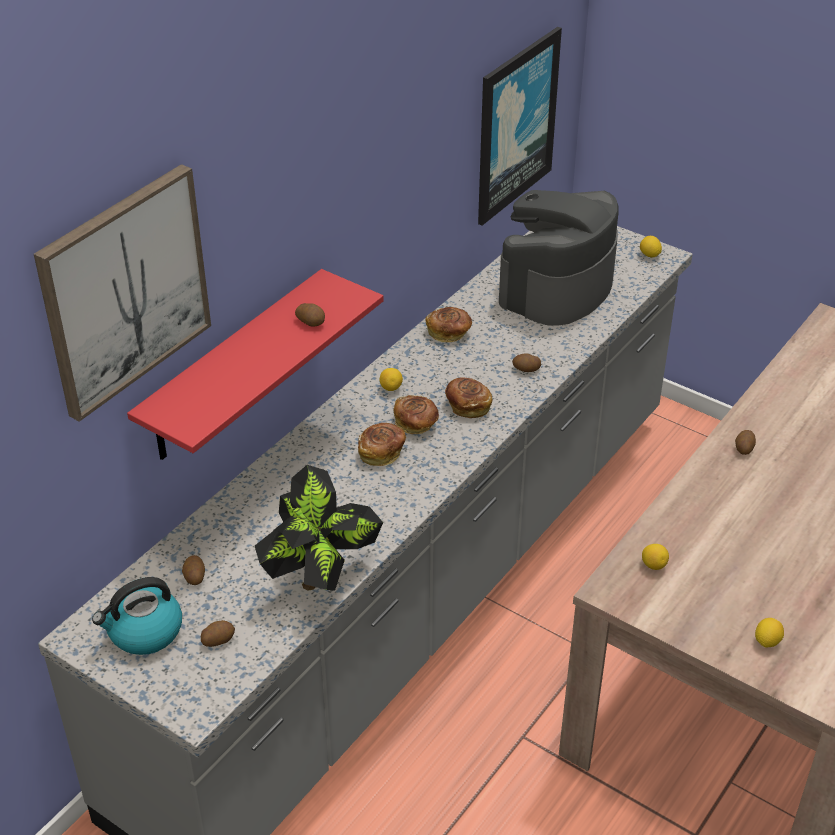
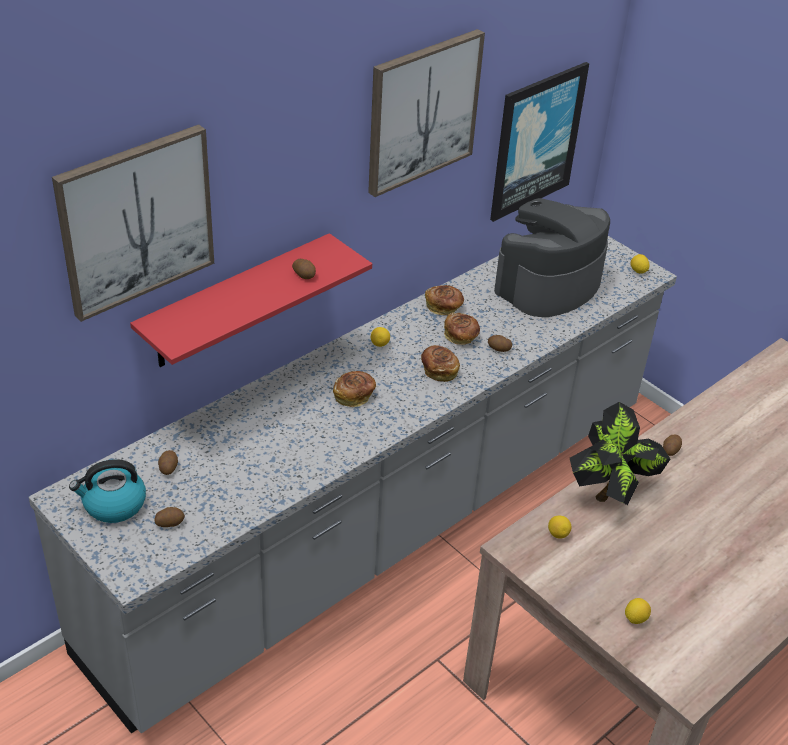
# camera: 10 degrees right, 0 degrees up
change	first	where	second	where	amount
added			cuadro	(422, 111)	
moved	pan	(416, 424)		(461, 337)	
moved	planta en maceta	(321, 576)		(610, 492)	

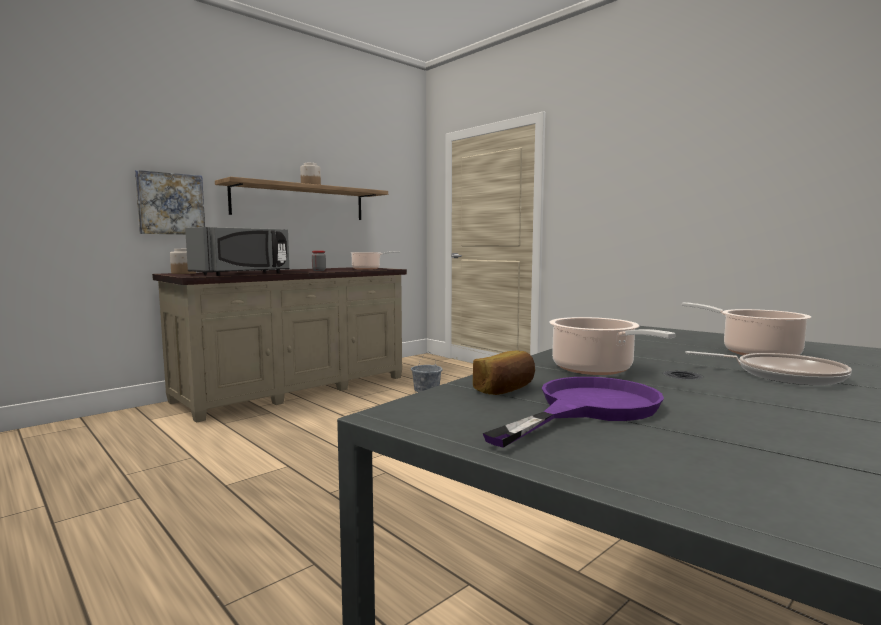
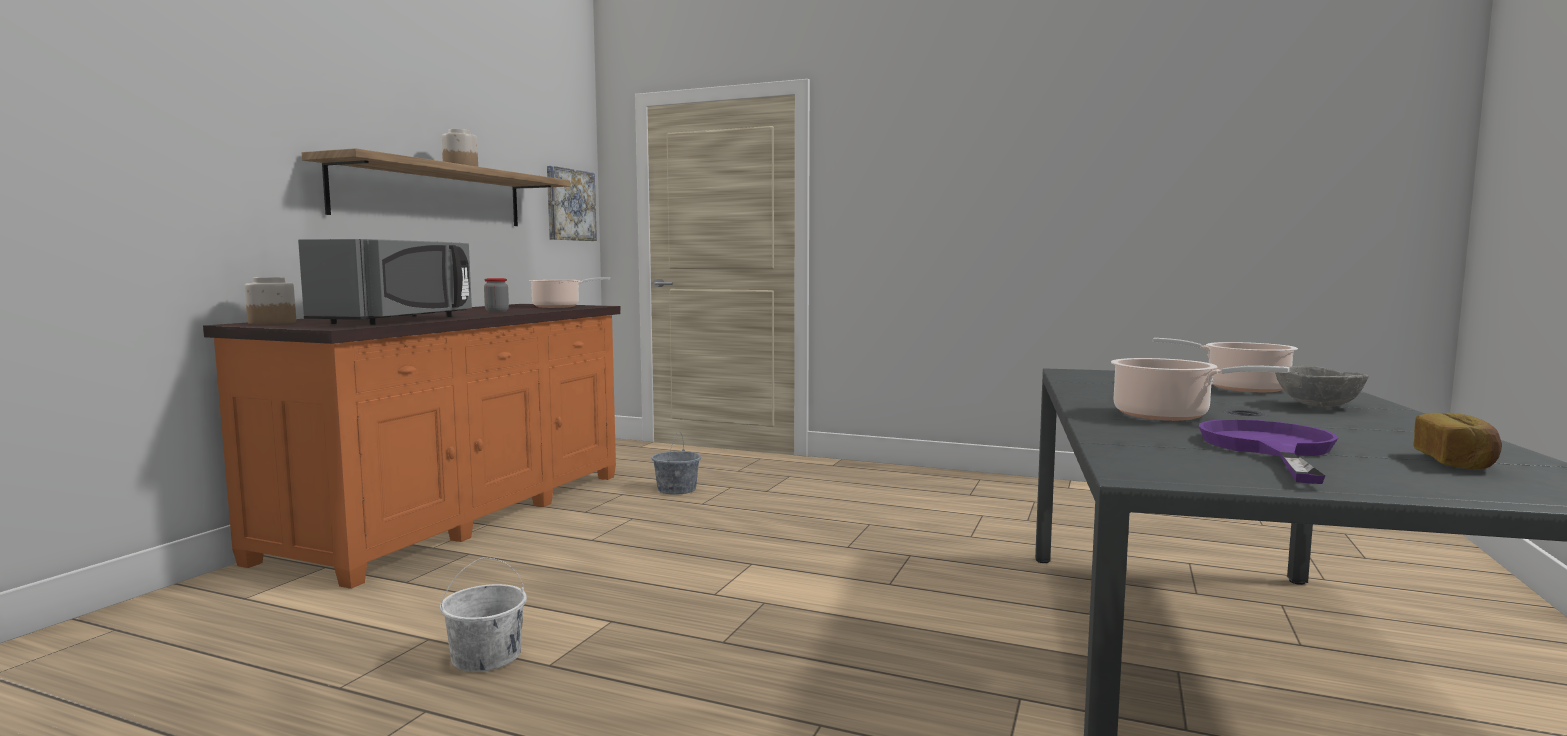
# camera: 25 degrees left, 0 degrees up
change	first	where	second	where	amount
recoloured	armario (beis)	(296, 389)	armario (naranja)	(460, 513)	
added			cubo (blanco)	(487, 657)	
moved	cuadro	(170, 204)		(570, 205)	
replaced	sartén	(783, 375)	cuenco (gris)	(1316, 406)	
moved	pan	(505, 389)		(1456, 462)	

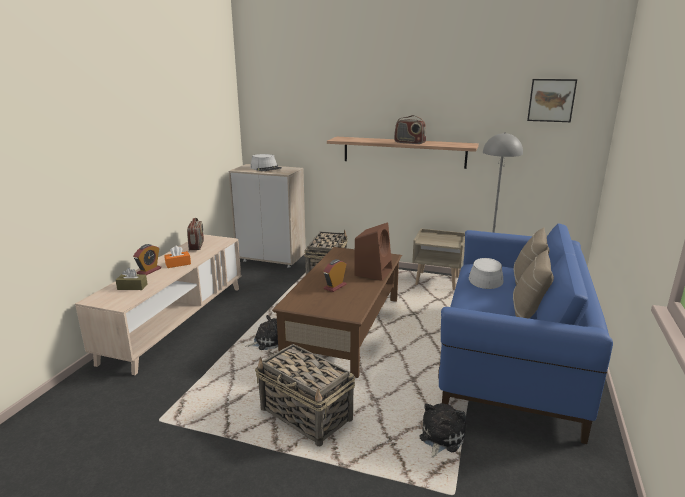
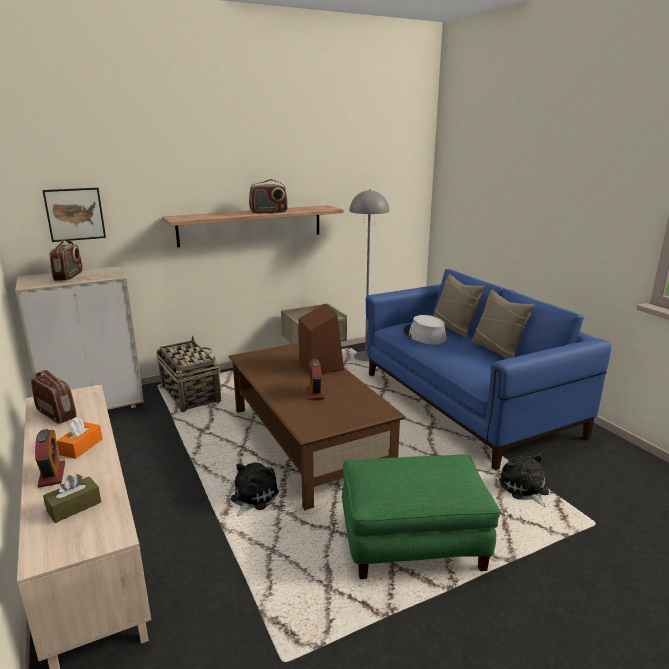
# camera: 45 degrees left, 0 degrees up
change	first	where	second	where	amount
moved	cuadro	(551, 100)		(75, 214)	
replaced	sombrero (gris)	(266, 168)	radio	(69, 276)	
replaced	cesta	(306, 415)	puf (verde)	(413, 541)	

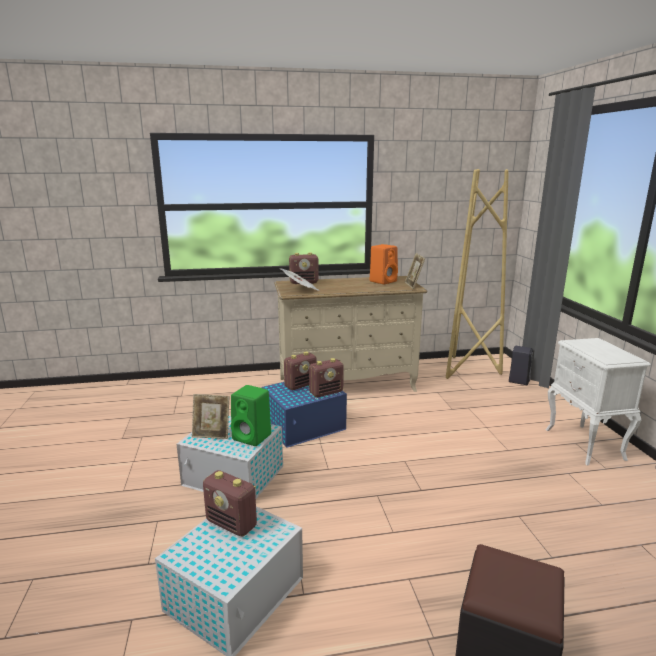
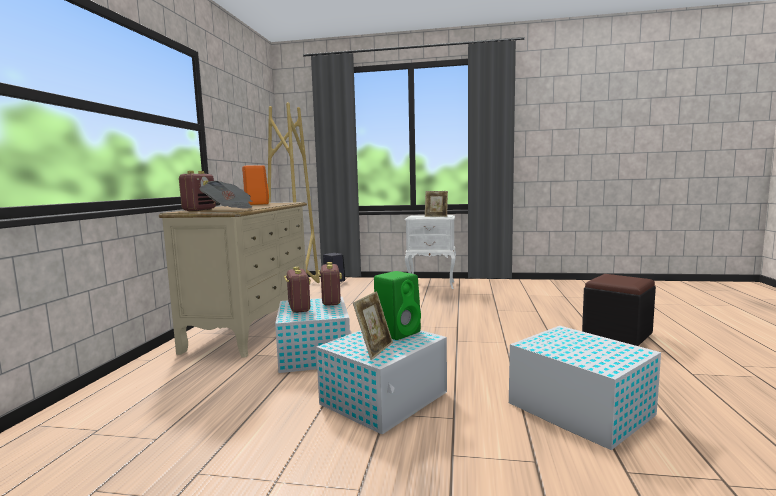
# camera: 70 degrees left, 10 degrees down
change	first	where	second	where	amount
recoloured	caja de almacenaje (azul)	(305, 426)	caja de almacenaje (blanco)	(314, 353)	
moved	portarretratos	(413, 285)		(436, 216)	
removed	radio	(232, 524)			

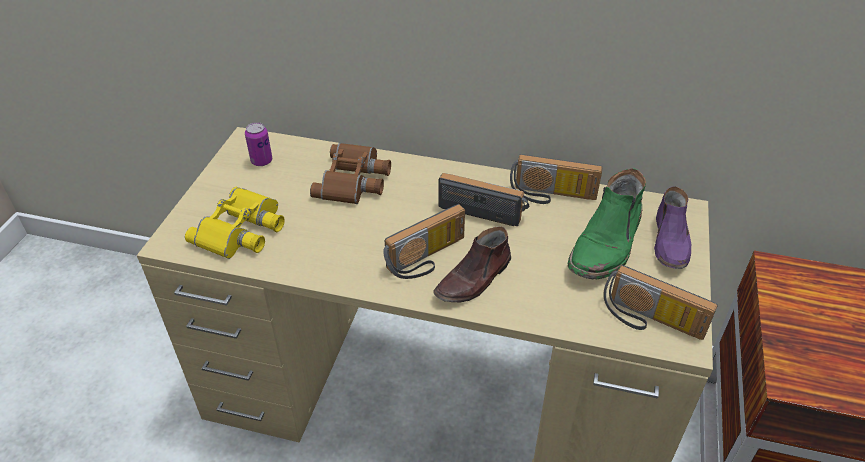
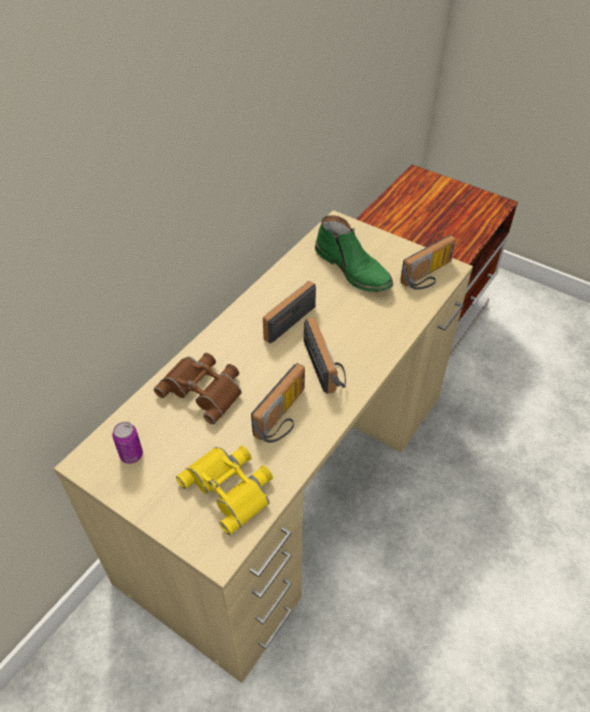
# camera: 70 degrees left, 5 degrees up
change	first	where	second	where	amount
moved	radio	(551, 196)		(284, 417)	
removed	zapato (marrón)	(474, 279)			
removed	zapato (morado)	(670, 242)			

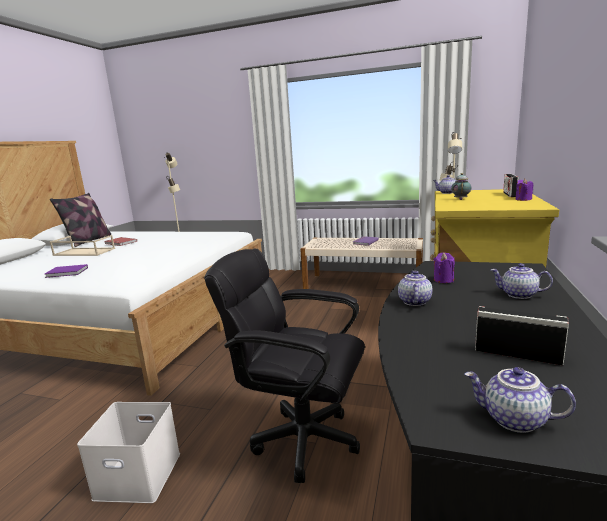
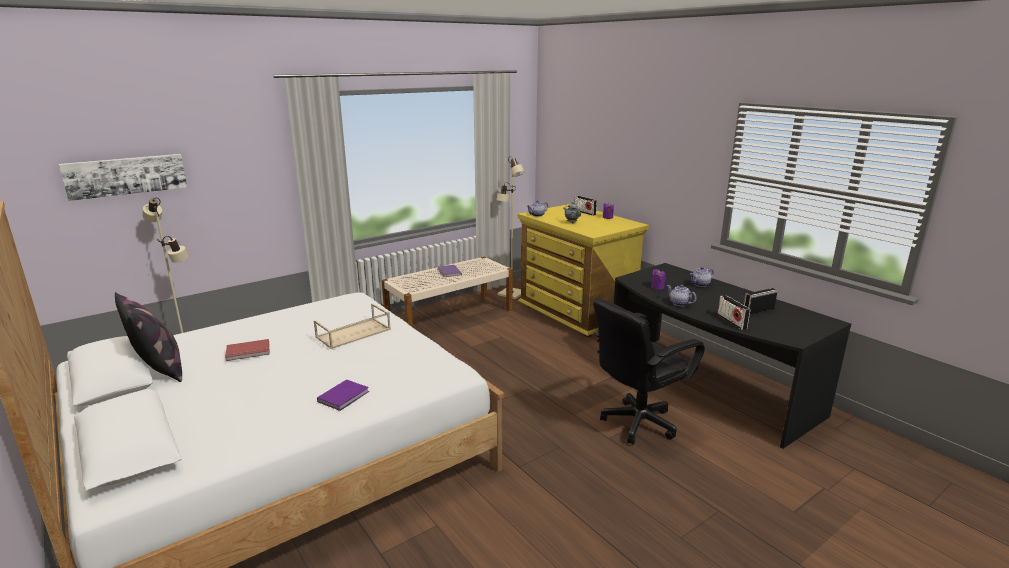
# camera: 55 degrees left, 5 degrees up
change	first	where	second	where	amount
added			cuadro	(126, 176)	
moved	bandeja (beis)	(83, 252)		(353, 333)	
added			radio	(732, 322)	
removed	caja de almacenaje (blanco)	(136, 476)			
removed	tetera	(513, 420)			

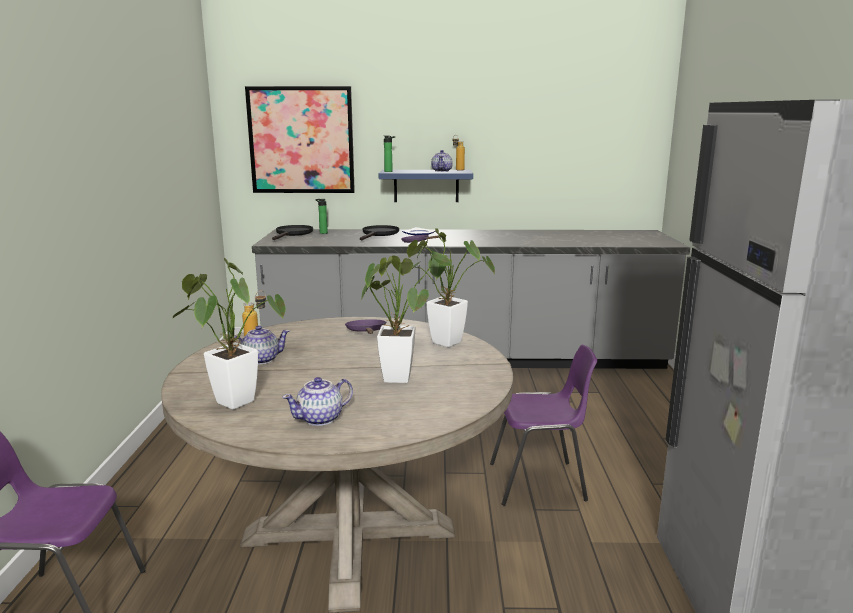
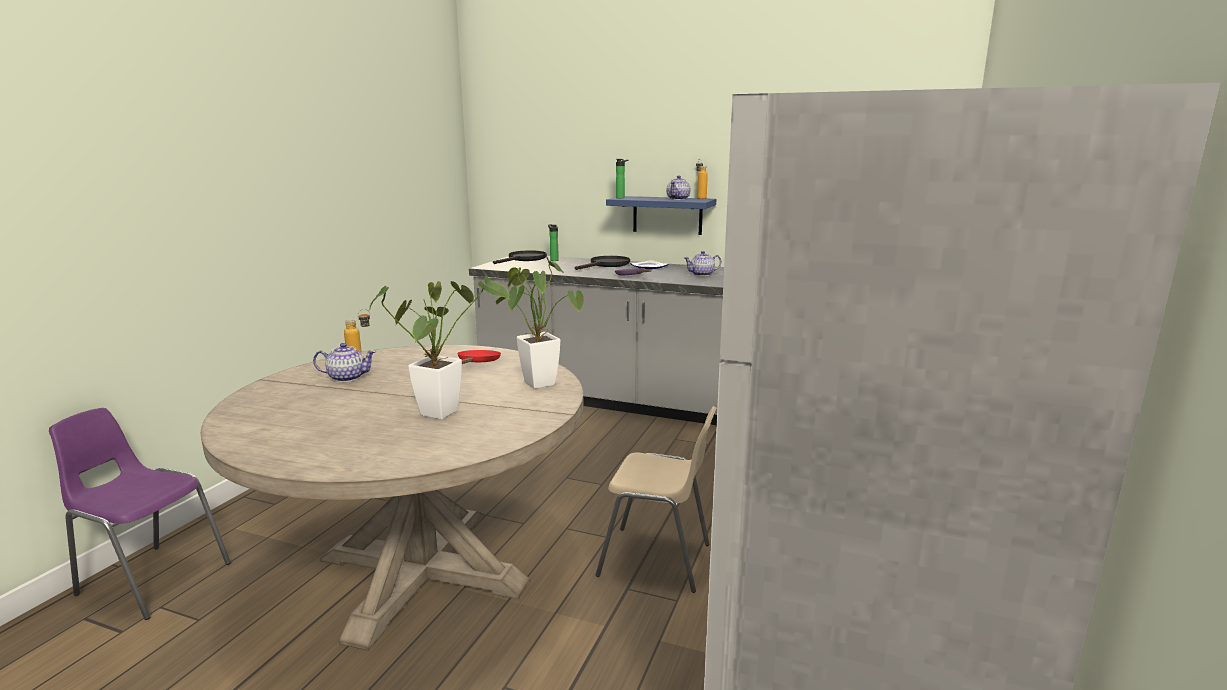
# camera: 20 degrees right, 0 degrees up
change	first	where	second	where	amount
recoloured	sartén (morado)	(366, 332)	sartén (rojo)	(478, 363)	
recoloured	silla (morado)	(539, 482)	silla (beis)	(658, 560)	
moved	tetera	(320, 419)		(702, 274)	
removed	planta en maceta	(230, 400)			
removed	cuadro	(301, 140)			

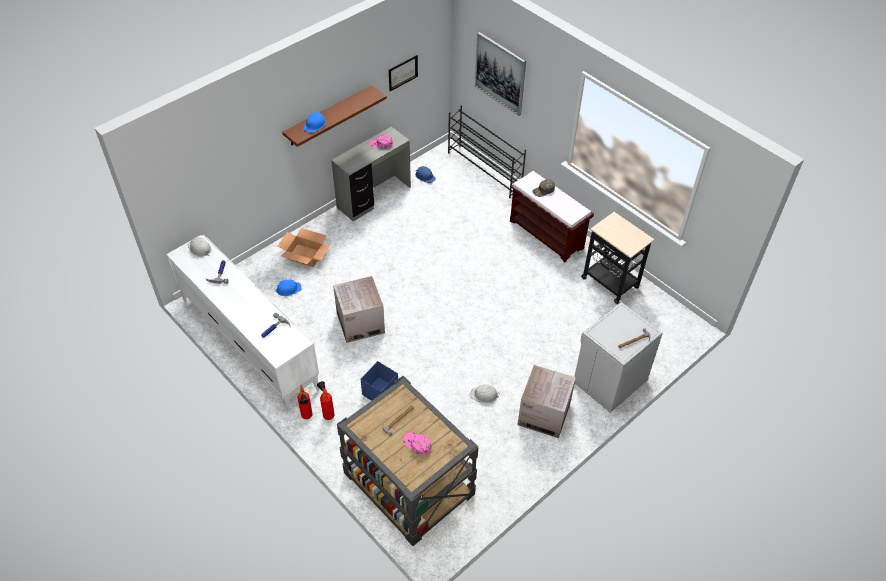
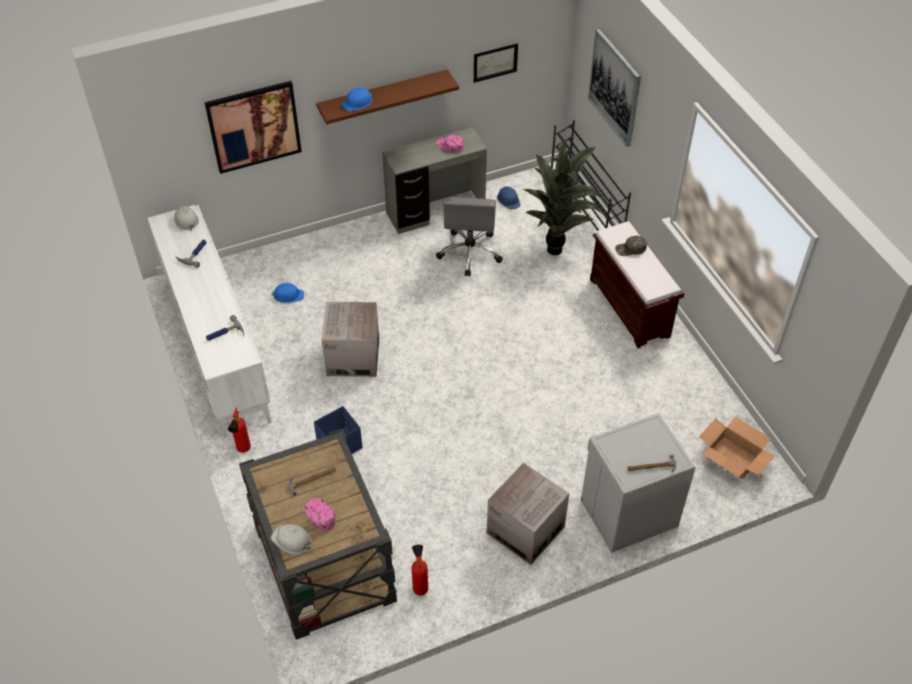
# camera: 20 degrees right, 0 degrees up
change	first	where	second	where	amount
added			cuadro	(254, 126)	
moved	casco (blanco)	(484, 395)		(292, 540)	
moved	extintor	(327, 414)		(420, 586)	
added			silla de oficina (gris)	(470, 253)	
added			planta en maceta	(557, 248)	
moved	caja de cartón	(305, 255)		(732, 457)	
removed	carrito	(611, 283)			

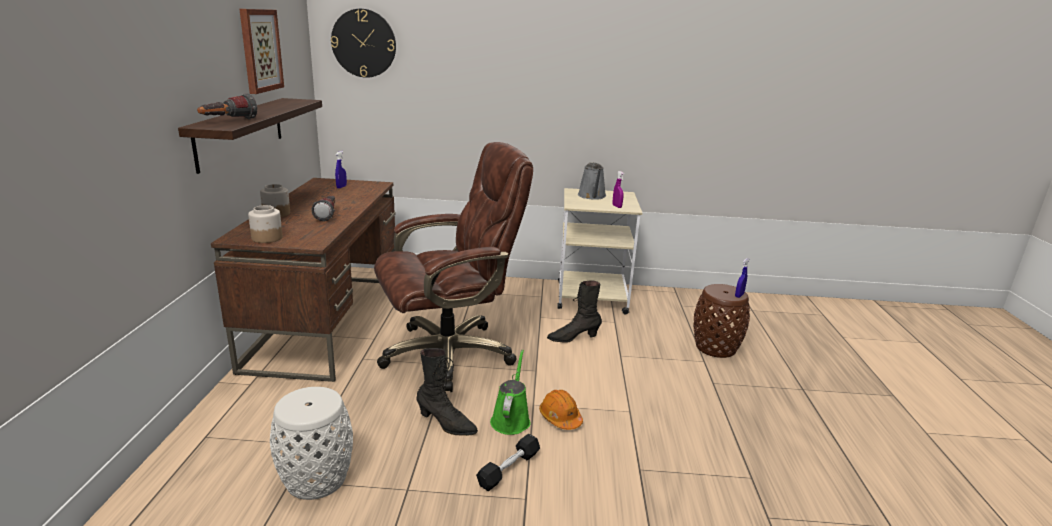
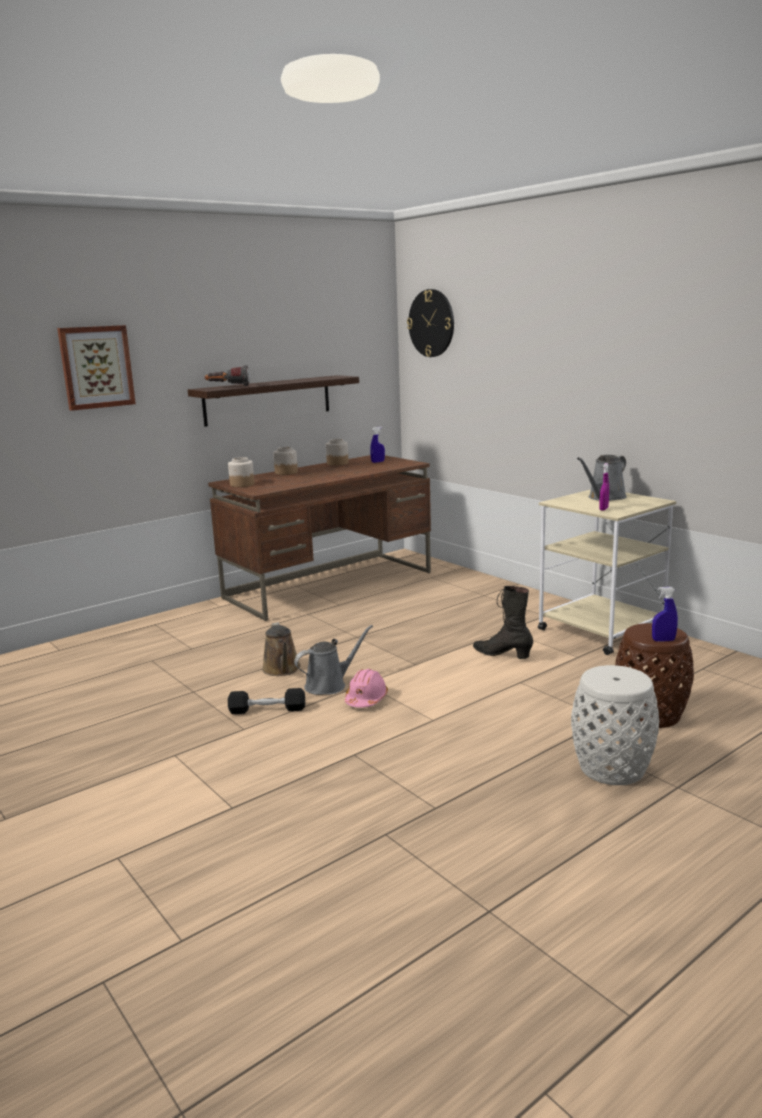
# camera: 50 degrees right, 5 degrees down
change	first	where	second	where	amount
moved	cuadro	(260, 50)		(96, 367)	
replaced	bota (negro)	(446, 424)	regadera (marrón)	(282, 669)	
recoloured	regadera (verde)	(511, 419)	regadera (gris)	(329, 685)	
added			tarro	(338, 463)	
recoloured	casco (naranja)	(560, 418)	casco (rosa)	(366, 699)	
moved	taburete (blanco)	(316, 479)		(612, 768)	
removed	linterna	(328, 215)			
removed	silla de oficina (marrón)	(448, 354)			

